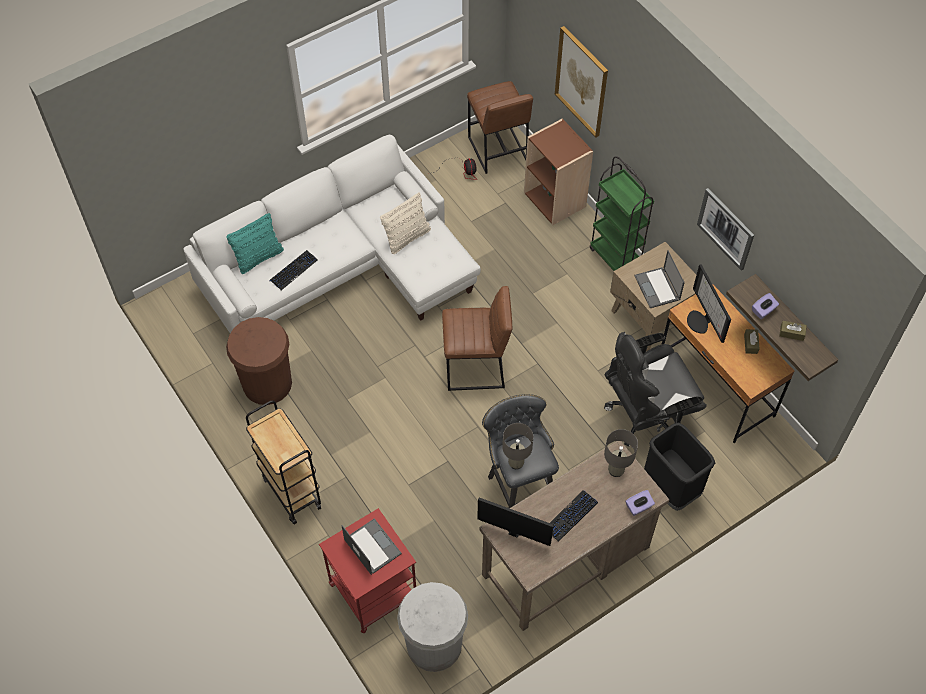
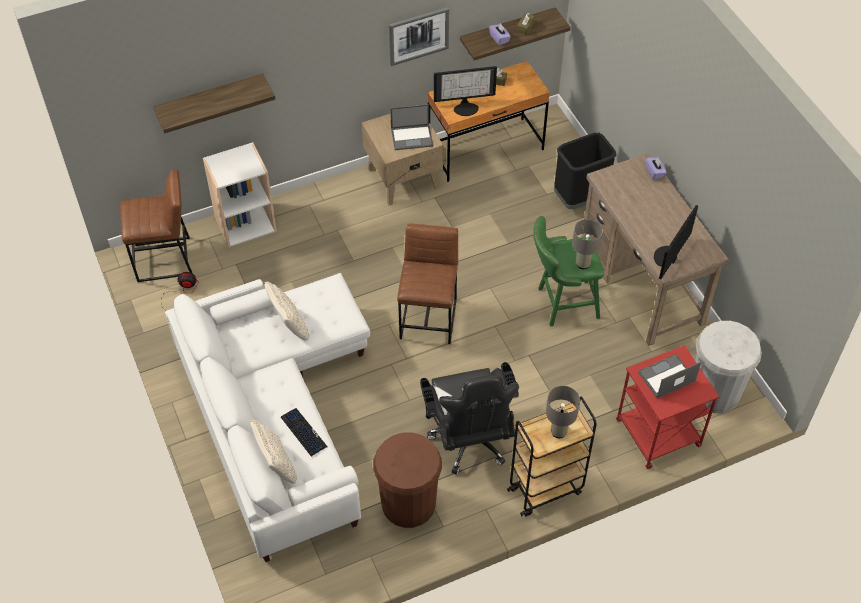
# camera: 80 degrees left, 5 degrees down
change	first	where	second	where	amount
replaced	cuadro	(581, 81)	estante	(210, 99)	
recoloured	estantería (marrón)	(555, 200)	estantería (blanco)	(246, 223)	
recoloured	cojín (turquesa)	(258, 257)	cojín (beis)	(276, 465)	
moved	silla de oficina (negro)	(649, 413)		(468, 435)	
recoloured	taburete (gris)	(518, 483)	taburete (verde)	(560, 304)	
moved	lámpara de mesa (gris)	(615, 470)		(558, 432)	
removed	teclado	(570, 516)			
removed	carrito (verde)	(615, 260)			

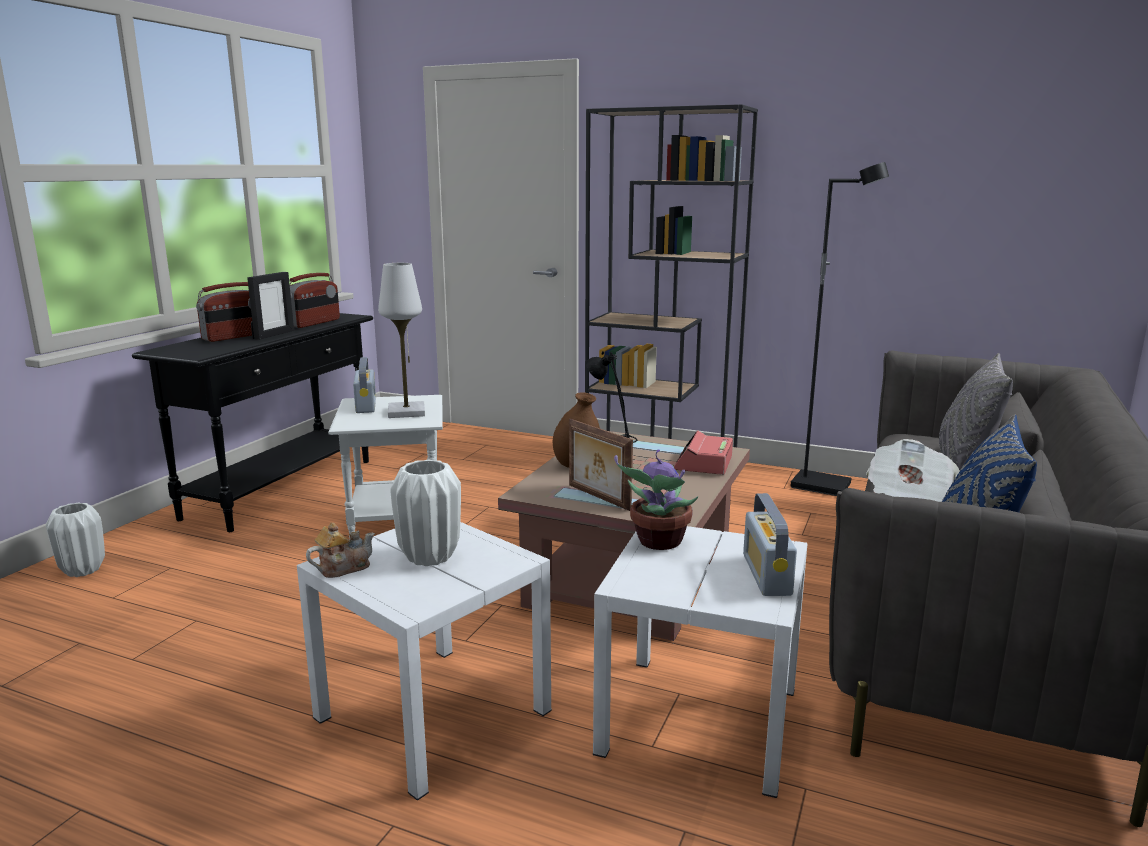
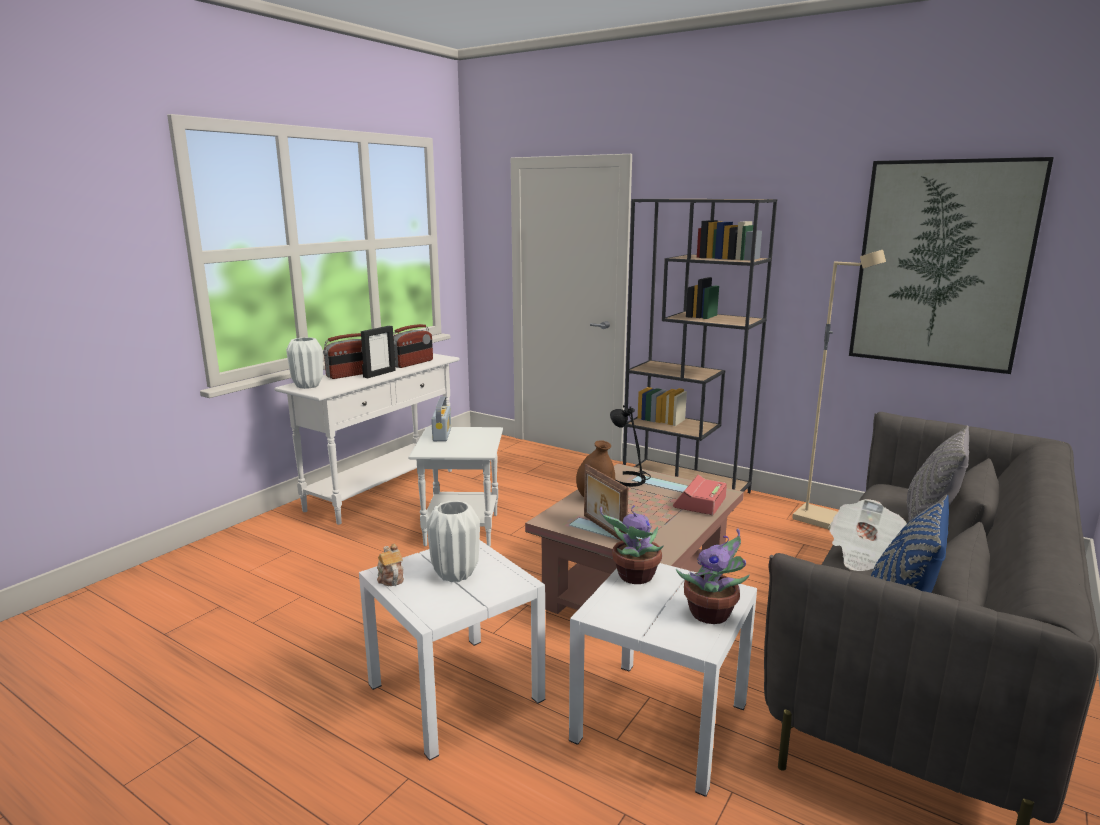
# camera: 10 degrees right, 0 degrees up
change	first	where	second	where	amount
recoloured	mesa consola (negro)	(282, 488)	mesa consola (blanco)	(383, 490)	
moved	florero (blanco)	(82, 570)		(308, 386)	
turned	tetera	(343, 568)		(390, 578)	90 degrees counterclockwise
replaced	radio	(766, 574)	planta en maceta	(712, 615)	
recoloured	lámpara de pie (negro)	(821, 486)	lámpara de pie (beis)	(820, 519)	
added			cuadro	(941, 265)	
removed	lámpara de mesa (blanco)	(406, 412)			

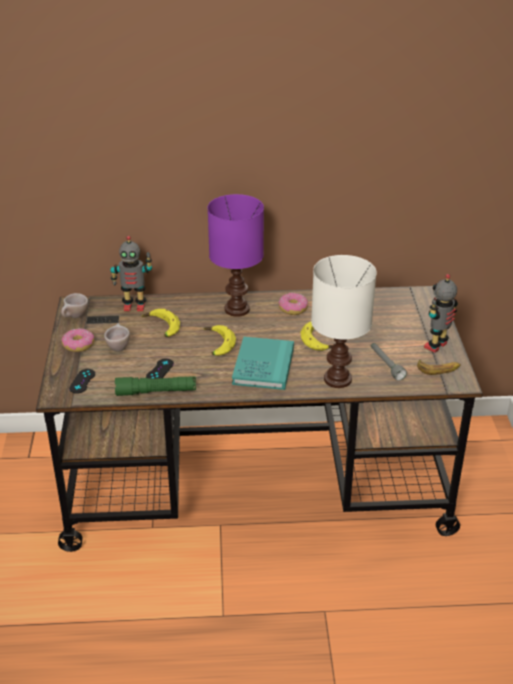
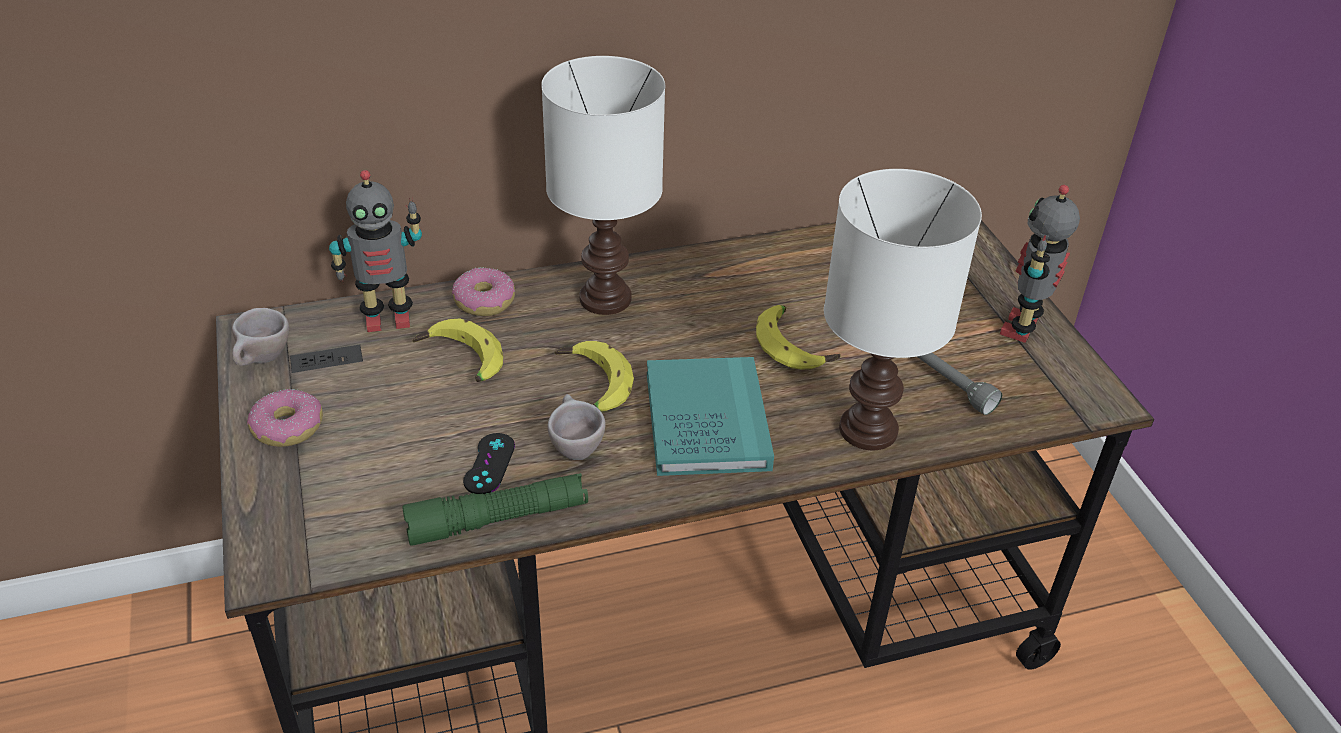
# camera: 15 degrees left, 5 degrees up
change	first	where	second	where	amount
moved	rosquilla	(293, 308)		(484, 301)	
recoloured	lámpara de mesa (morado)	(236, 309)	lámpara de mesa (blanco)	(603, 299)	
moved	taza (beis)	(118, 347)		(574, 447)	
removed	mando de consola (negro)	(82, 381)			
removed	plátano	(438, 369)			

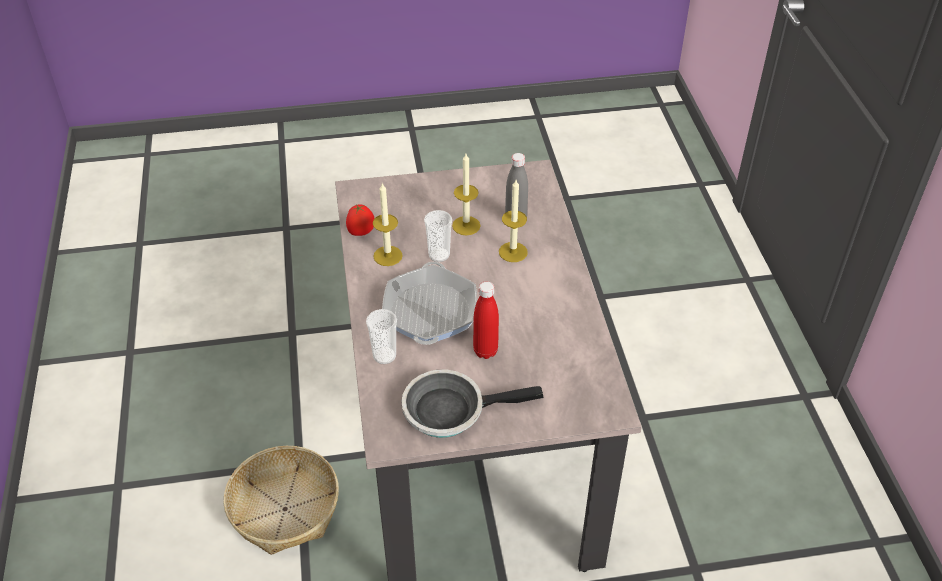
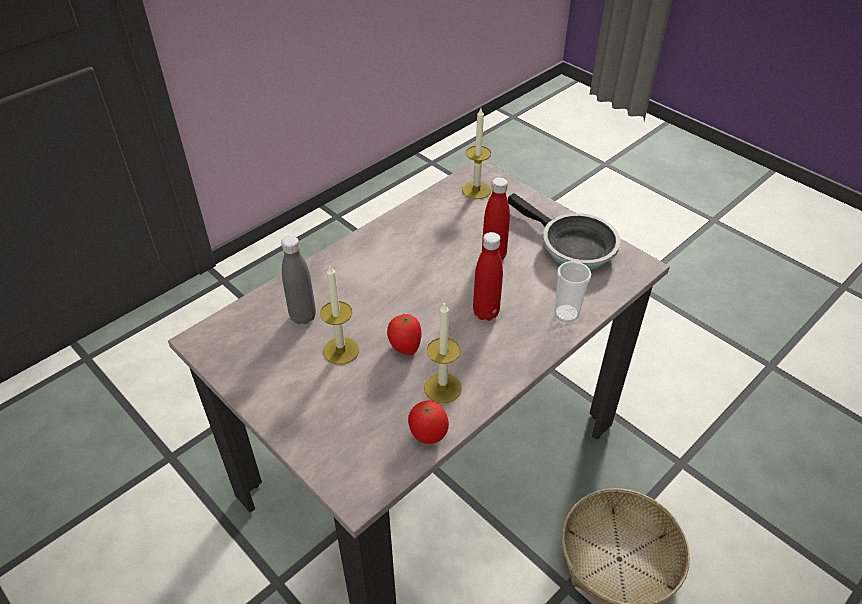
# camera: 125 degrees left, 0 degrees up
change	first	where	second	where	amount
replaced	taza	(439, 255)	tomate	(405, 347)	
moved	vela	(513, 252)		(476, 190)	
replaced	sartén	(430, 311)	botella (rojo)	(486, 313)	

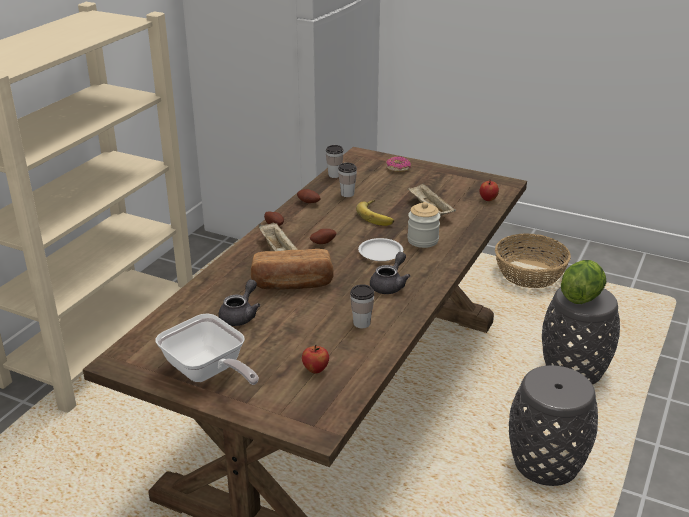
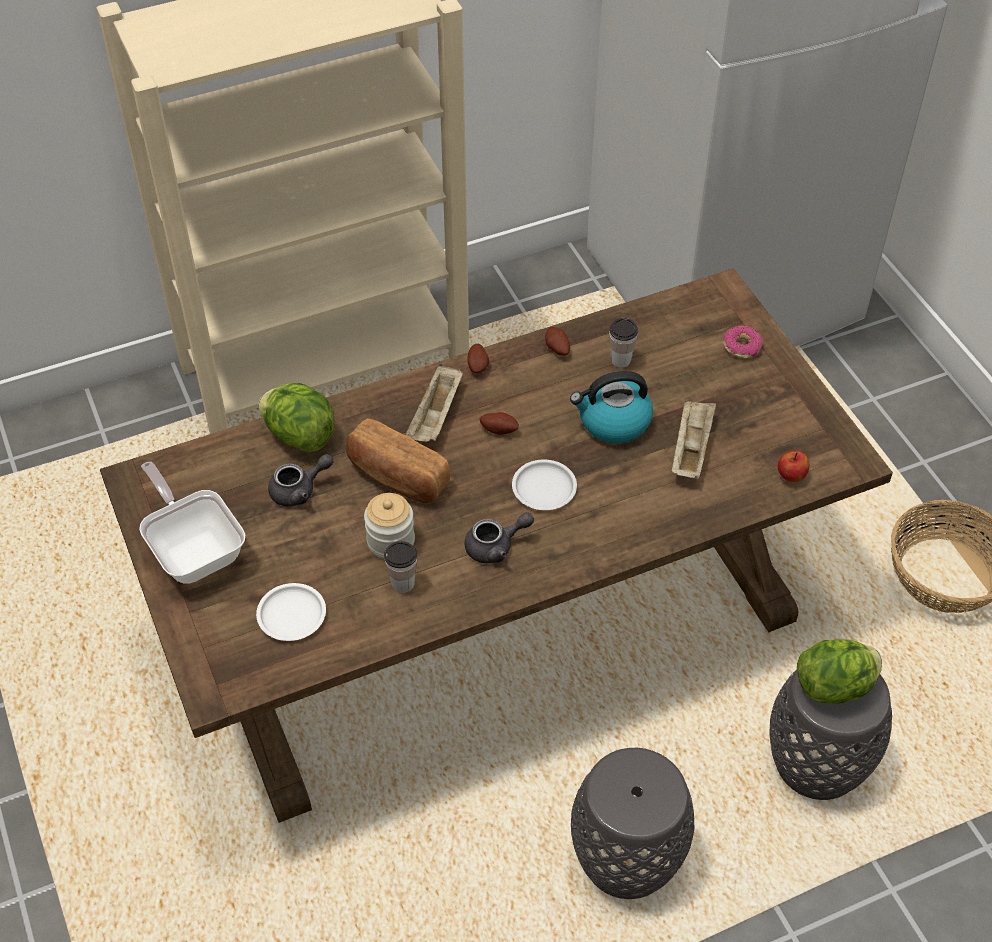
# camera: 40 degrees right, 20 degrees up
change	first	where	second	where	amount
turned	sartén	(208, 372)		(194, 549)	150 degrees clockwise
replaced	manzana	(315, 369)	plato (blanco)	(291, 615)	
added			lechuga	(299, 435)	
moved	tarro	(422, 240)		(391, 541)	
replaced	plátano	(377, 216)	hervidor	(613, 422)	
removed	taza	(334, 175)			

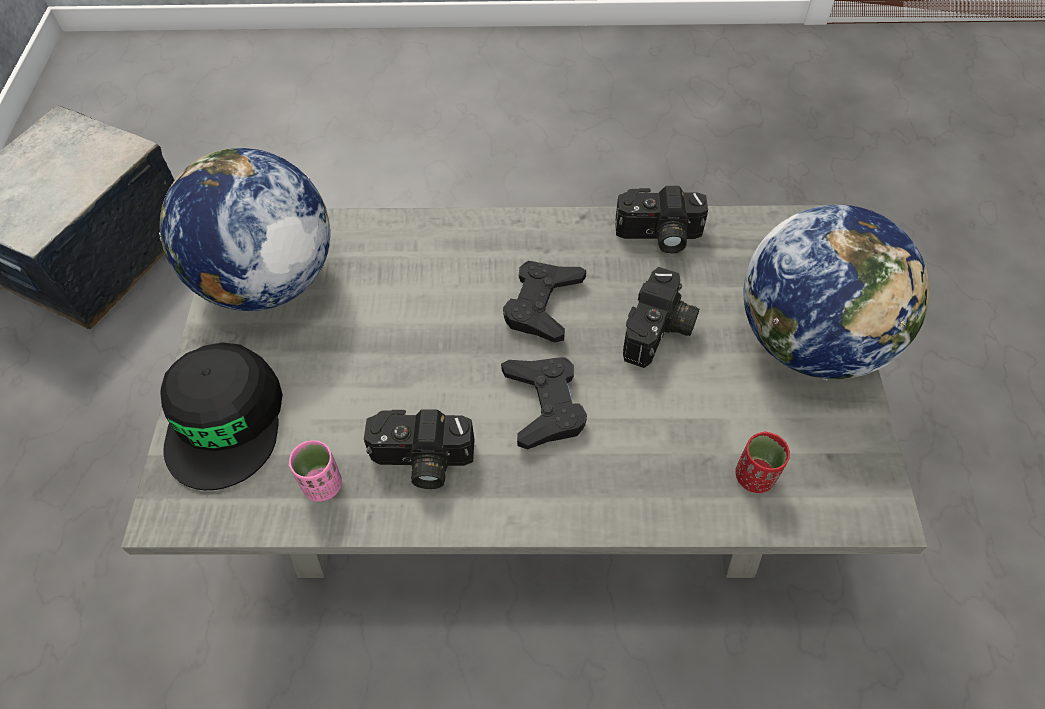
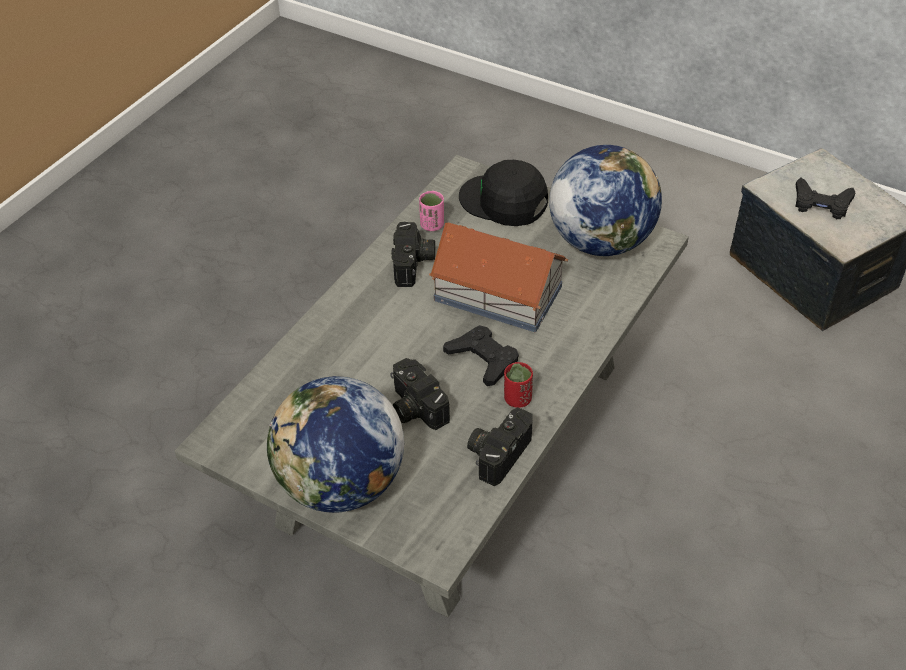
# camera: 120 degrees right, 10 degrees down
change	first	where	second	where	amount
turned	cámara	(421, 461)		(414, 264)	150 degrees clockwise
added			casita	(497, 292)	
moved	taza (rojo)	(754, 477)		(517, 399)	
moved	mando de consola (negro)	(544, 405)		(821, 204)	

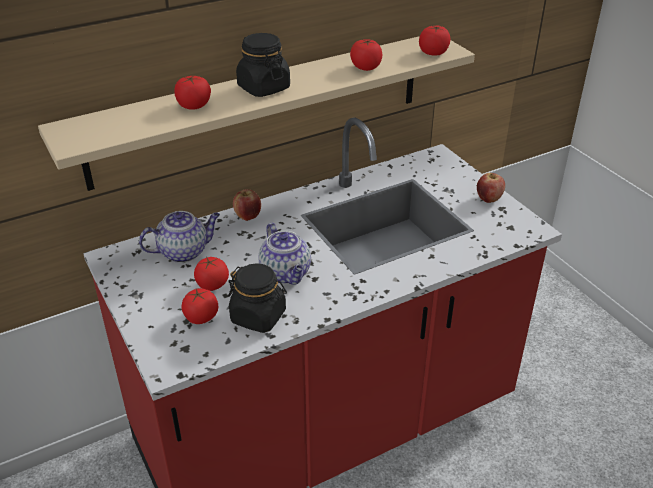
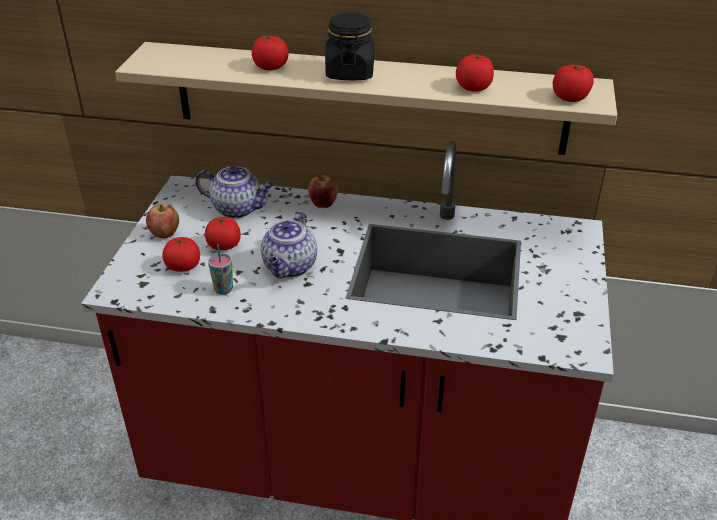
# camera: 40 degrees right, 0 degrees up
change	first	where	second	where	amount
moved	manzana	(488, 199)		(165, 234)	
replaced	tarro (negro)	(258, 316)	taza	(223, 290)	

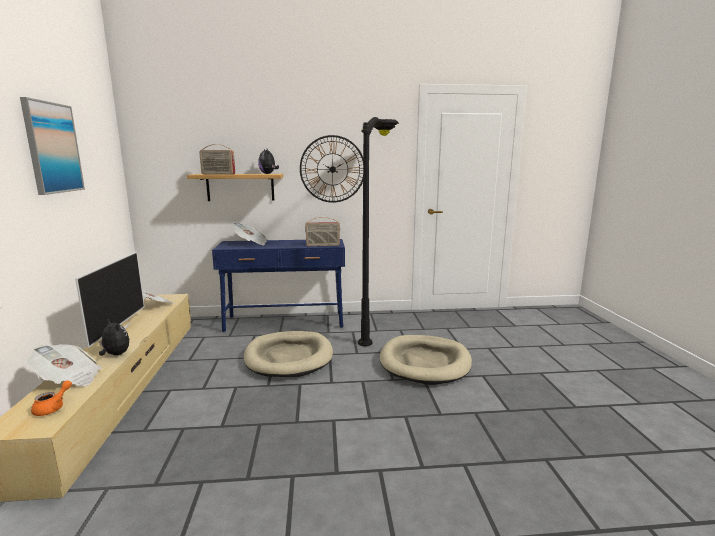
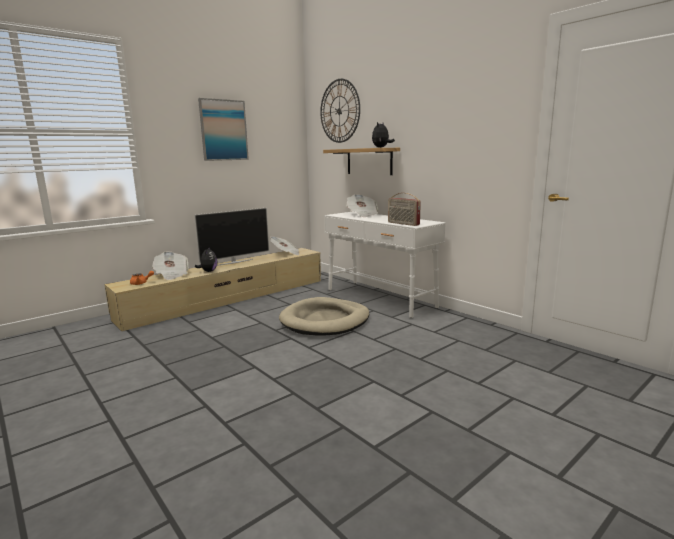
# camera: 55 degrees right, 0 degrees up
change	first	where	second	where	amount
moved	reloj de pared	(332, 169)		(339, 111)	
recoloured	mesa consola (azul)	(284, 322)	mesa consola (blanco)	(379, 298)	
removed	radio	(218, 174)			
removed	lámpara de pie (negro)	(377, 326)			
removed	cama para perro (beis)	(425, 362)			

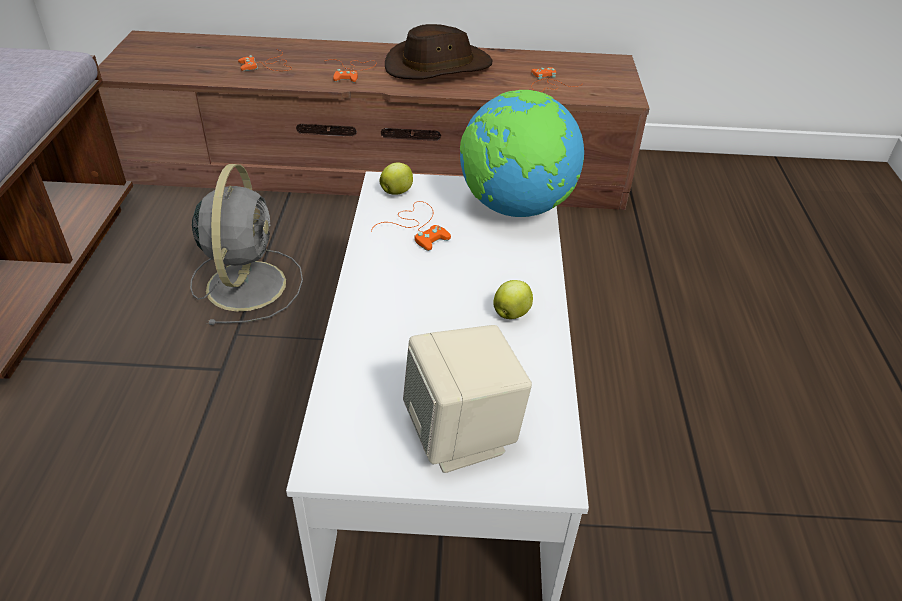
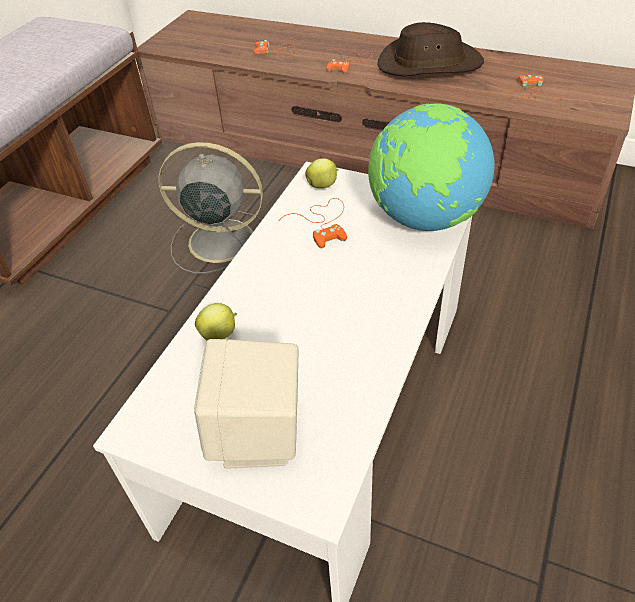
# camera: 25 degrees right, 5 degrees up
change	first	where	second	where	amount
turned	ventilador (gris)	(247, 283)		(218, 240)	105 degrees counterclockwise
moved	manzana	(511, 313)		(219, 334)	

